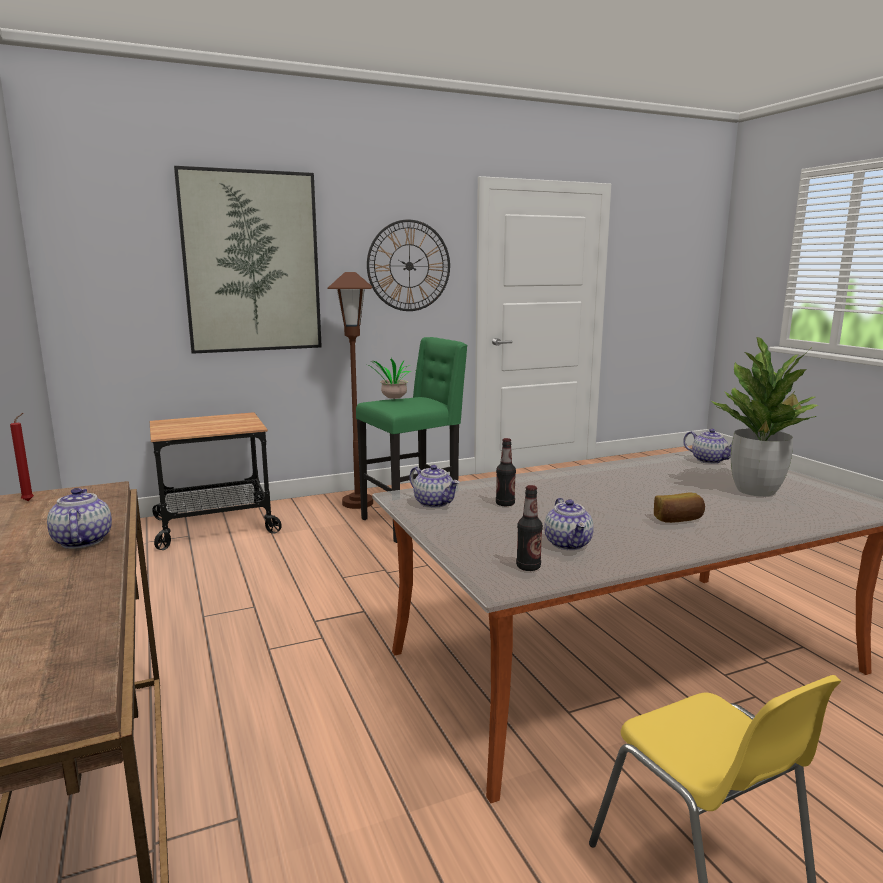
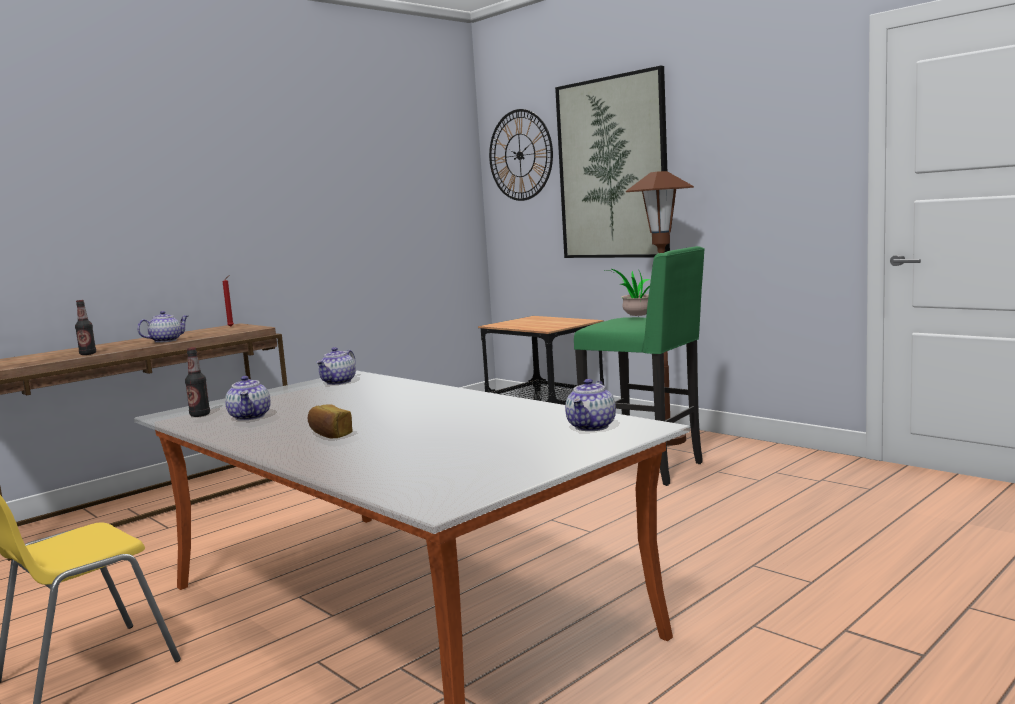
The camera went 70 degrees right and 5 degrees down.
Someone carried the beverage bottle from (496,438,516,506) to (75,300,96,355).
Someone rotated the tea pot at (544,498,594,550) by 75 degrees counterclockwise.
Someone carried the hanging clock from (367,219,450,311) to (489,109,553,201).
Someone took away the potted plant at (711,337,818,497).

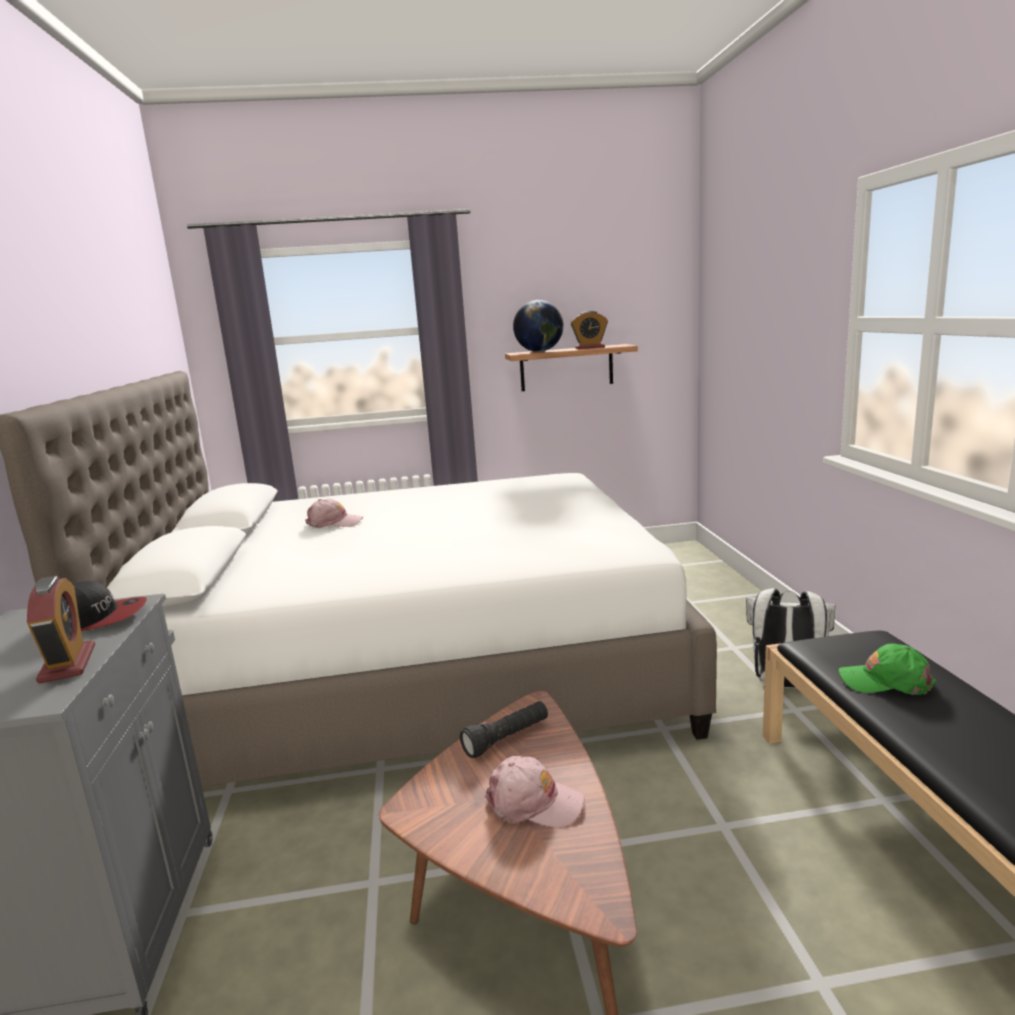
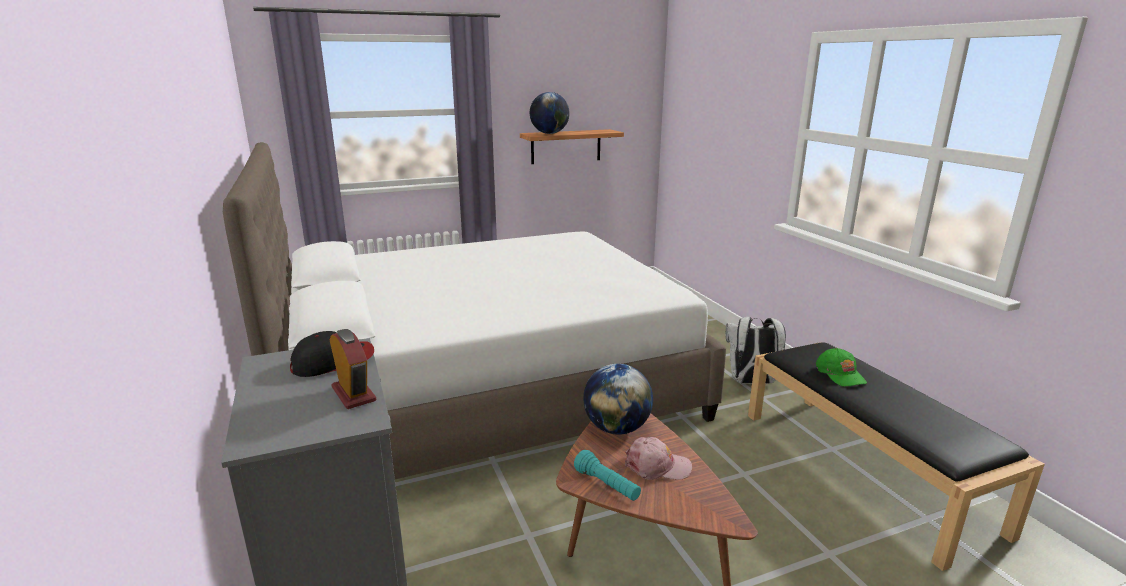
The camera went 15 degrees left and 5 degrees up.
Someone put down the blue-green hand torch at (574,450,641,501).
Someone swapped the blackish hand torch at (460,701,548,758) for the globe at (583,364,653,435).
Someone rotated the greenish baseball cap at (838,644,937,695) by 105 degrees counterclockwise.
Someone took away the pink baseball cap at (305,499,363,528).
Someone took away the alarm clock at (571,311,608,349).

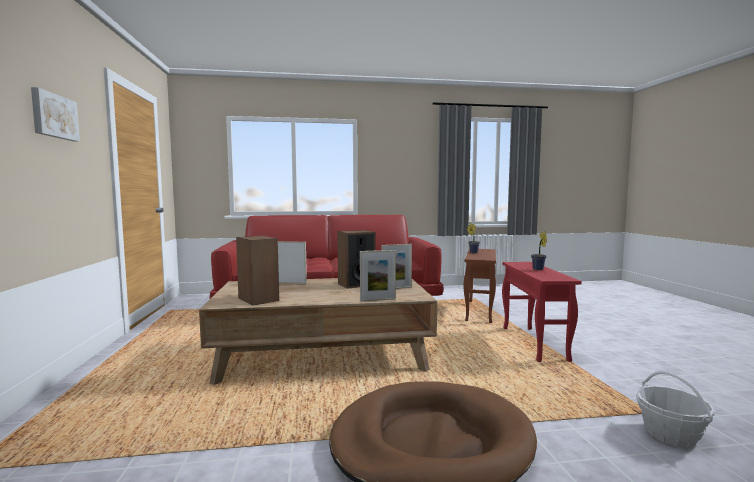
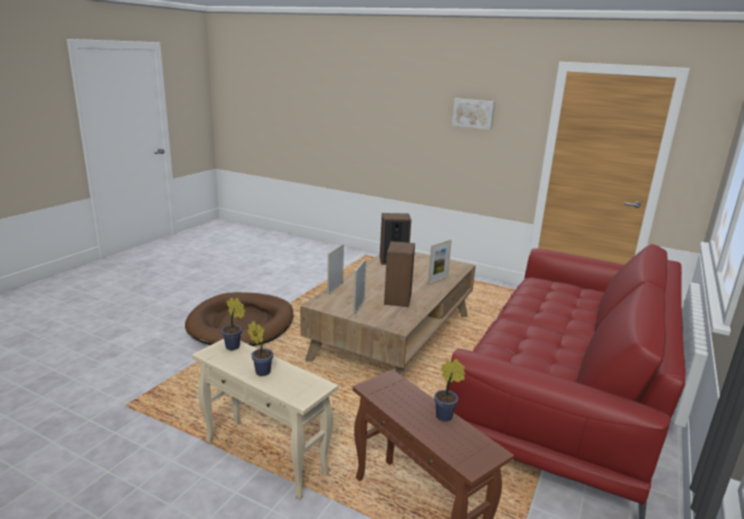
The camera went 125 degrees right and 15 degrees up.
Someone repainted the red accent table at (502,262,582,362), which became the beige-coloured accent table at (192,339,338,499).
Someone put down the potted plant at (221,298,245,350).
Someone took away the household basket at (636,371,715,447).

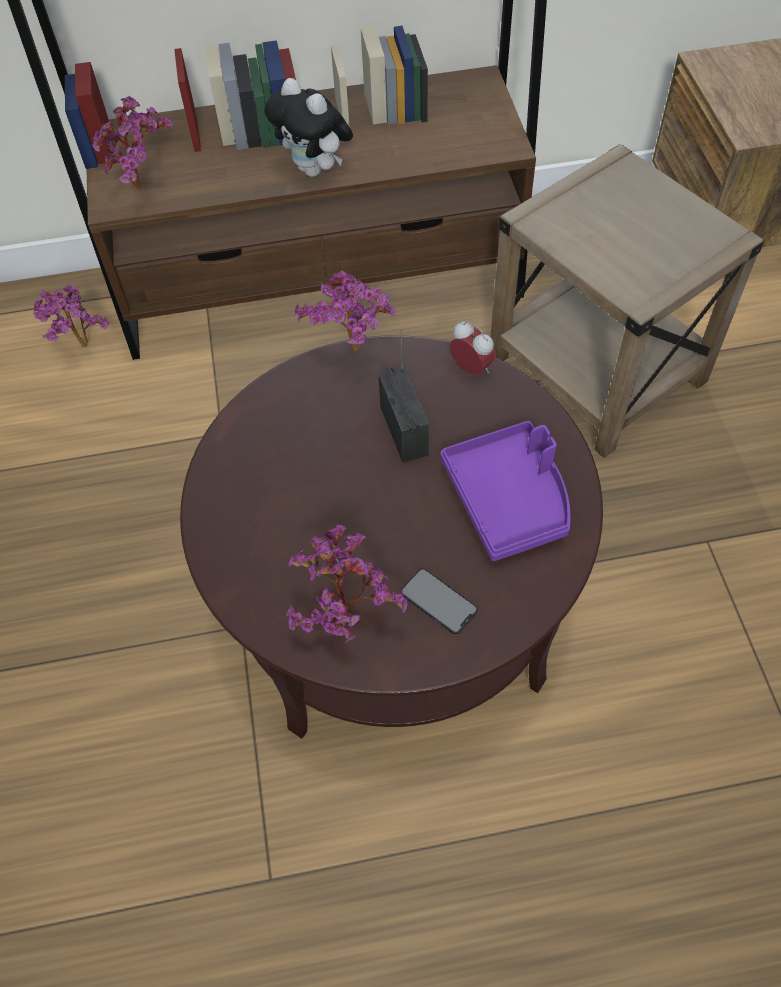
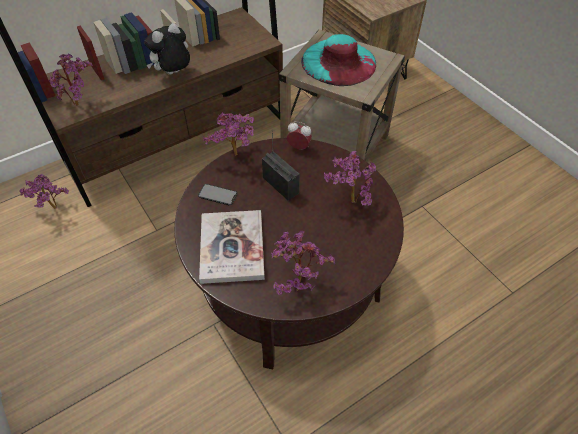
The camera went 25 degrees left and 5 degrees down.
Someone rotated the cuddly toy at (264,78,353,177) by 120 degrees clockwise.
Someone carried the telephone from (401,568,478,634) to (198,184,237,206).
Someone put down the bound book at (199,210,265,284).
Someone put down the blue-green clothing hat at (301,34,376,86).
Someone swapped the purple serving tray at (441,421,570,561) for the potted plant at (324,151,376,206).

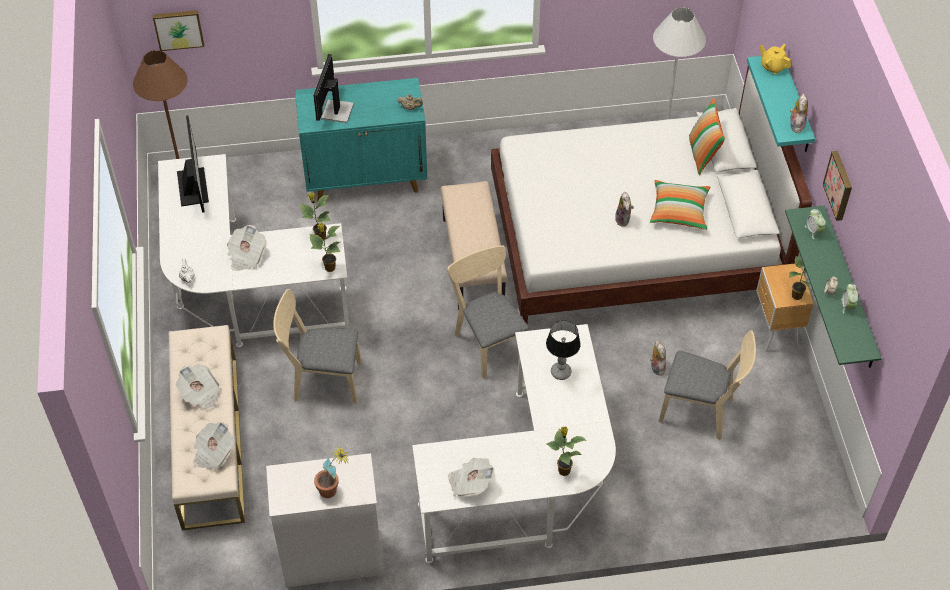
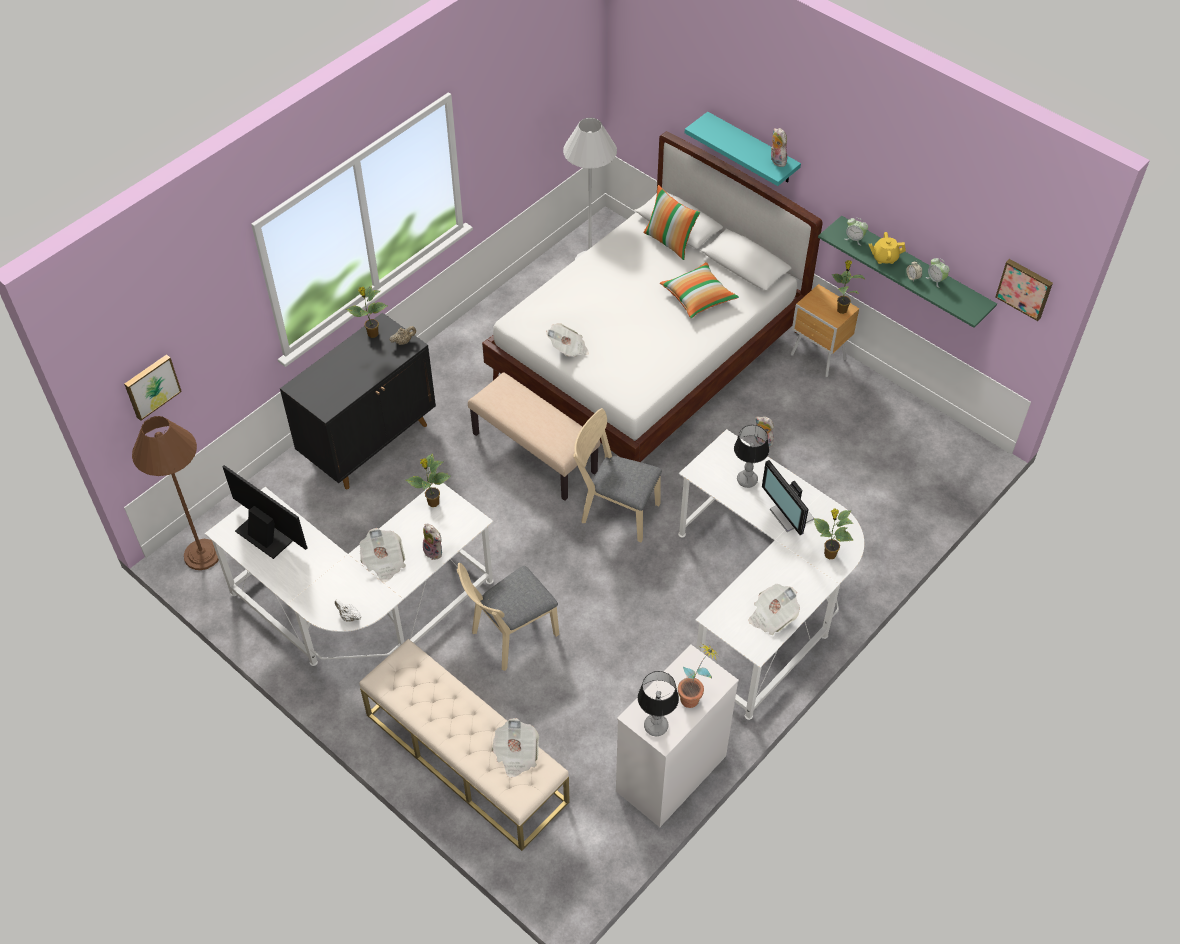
The camera went 40 degrees left and 0 degrees up.
Someone repainted the blue-green cupboard at (295,78,428,200), which became the blackish cupboard at (280,313,436,489).
Someone carried the potted plant from (310,223,340,272) to (346,285,388,338).
Someone carried the cuddly toy from (615,192,634,227) to (423,524,442,560).
Someone carried the printed paper from (176,364,222,410) to (546,323,589,357).
Someone put down the table lamp at (638,671,679,736).
Someone carried the computer display from (313,54,354,123) to (762,460,814,535).
Someone carried the yellow-coloured tea pot from (759,44,791,74) to (869,232,906,264).
Someone carried the picture from (823,151,852,221) to (995,259,1053,321).
Someone took away the beige-coloured upright chair at (659,330,756,440).

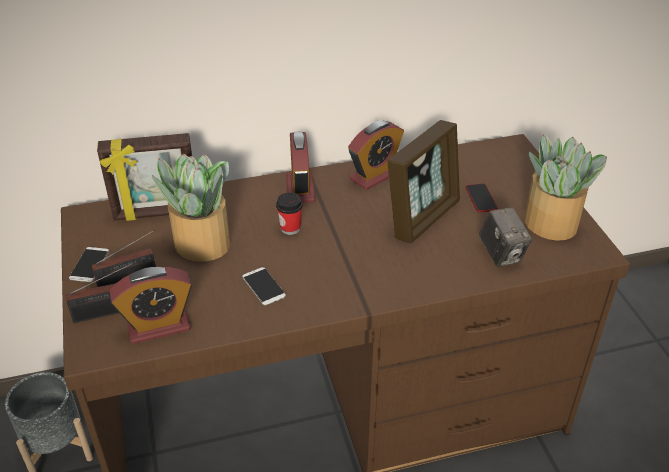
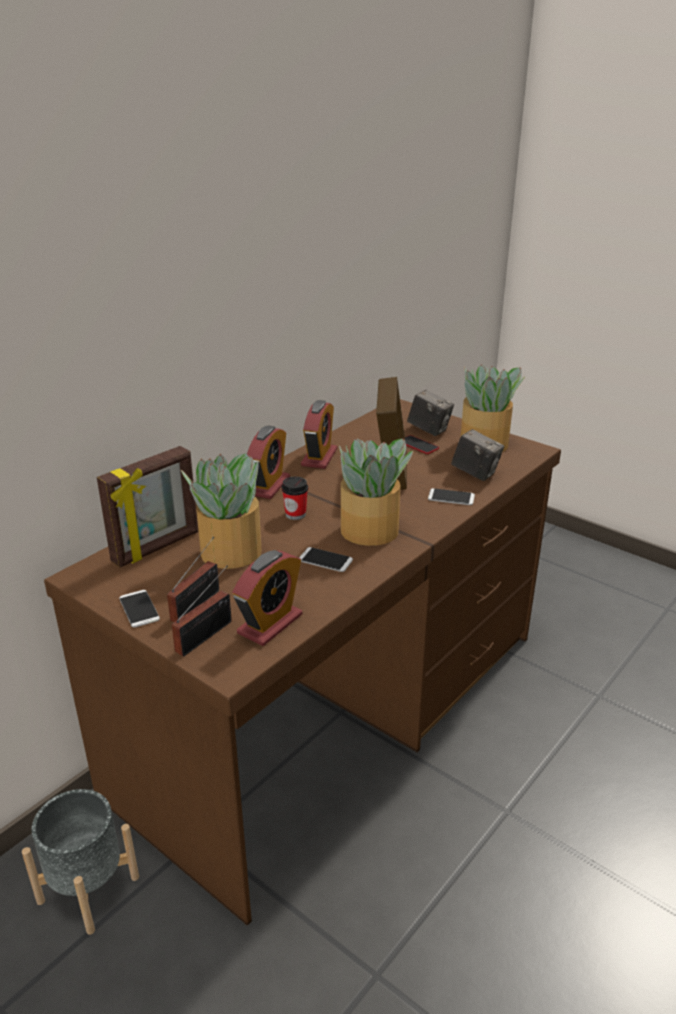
The camera went 35 degrees left and 10 degrees down.
Someone rotated the alarm clock at (286,131,315,203) by 60 degrees clockwise.
Someone put down the potted plant at (339,438,414,546).
Someone put down the photo camera at (407,390,454,436).
Someone put down the telephone at (428,488,475,505).

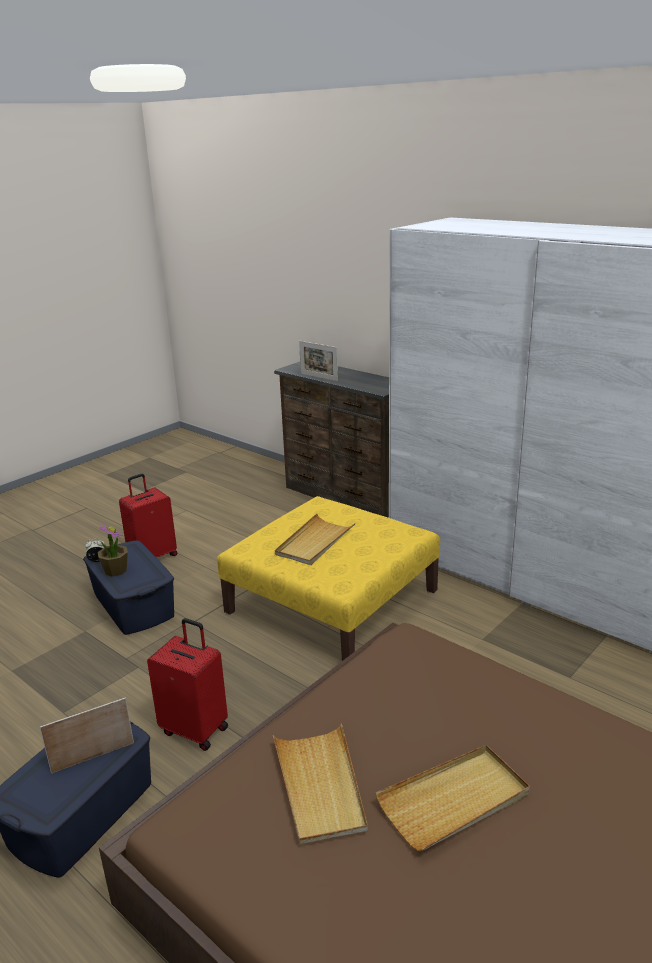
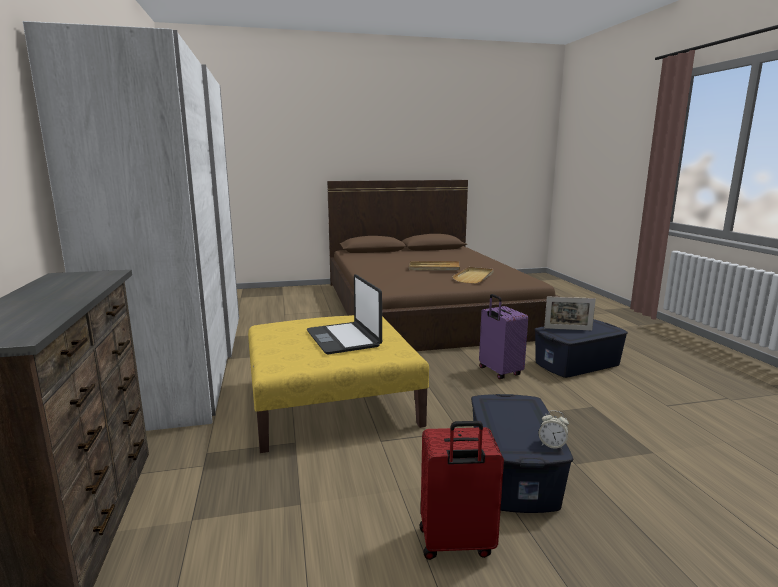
The camera went 145 degrees left and 10 degrees down.
Someone swapped the beige-coloured serving tray at (275,514,355,565) for the laptop at (307,274,382,354).
Someone repainted the red piece of luggage at (147,618,228,751), which became the purple piece of luggage at (479,294,528,379).
Someone took away the potted plant at (97,523,128,577).
Someone took away the photo frame at (299,341,338,381).

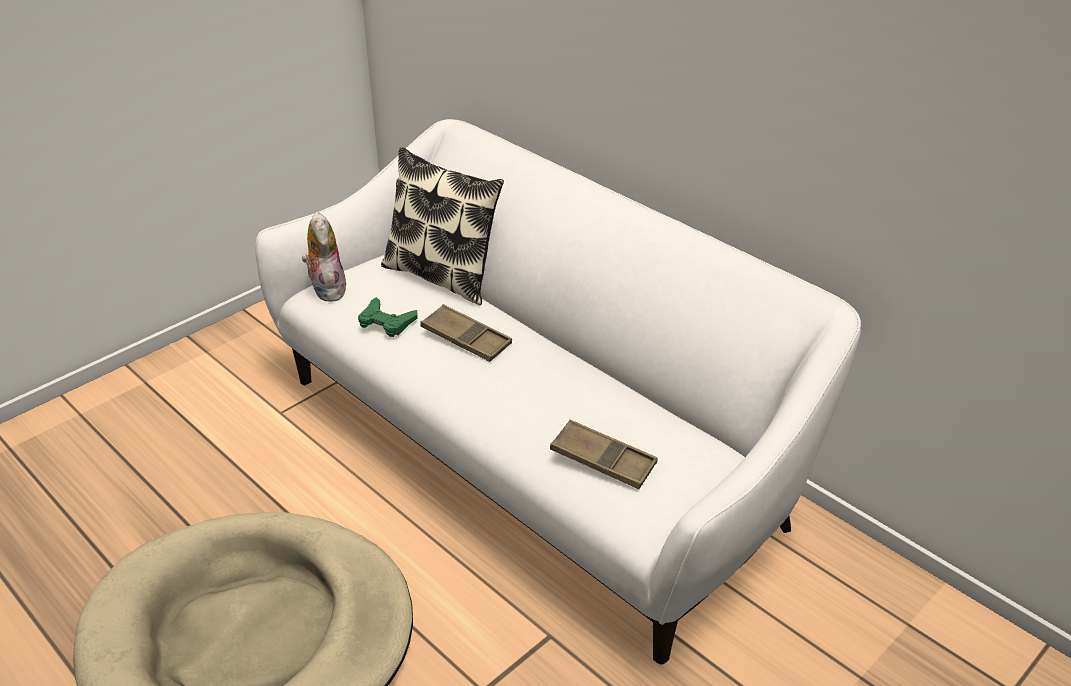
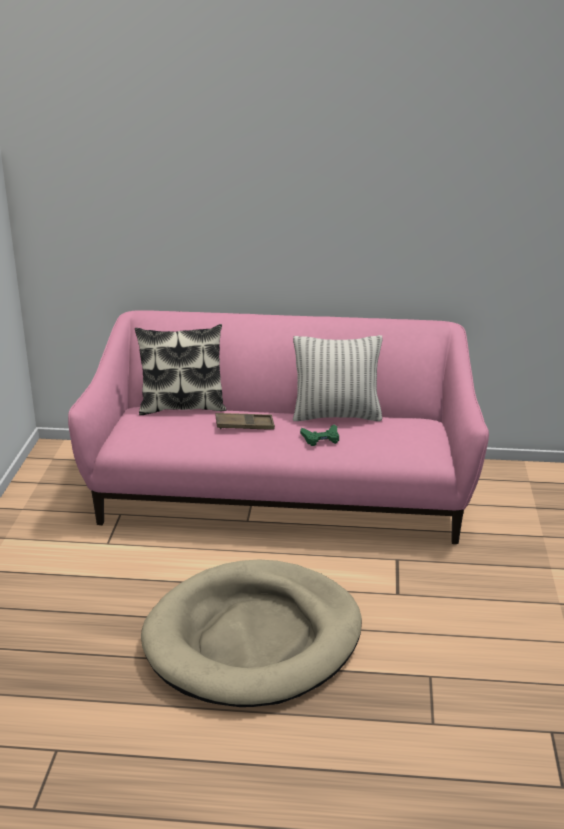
The camera went 40 degrees left and 10 degrees down.
Someone repainted the whitish couch at (255,119,861,665), which became the pink couch at (68,310,489,544).
Someone put down the cushion at (293,335,382,421).
Someone carried the greenish game controller from (358,297,418,337) to (300,424,339,446).
Someone took away the cuddly toy at (301,211,346,302).
Someone took away the brownish serving tray at (550,419,658,489).

